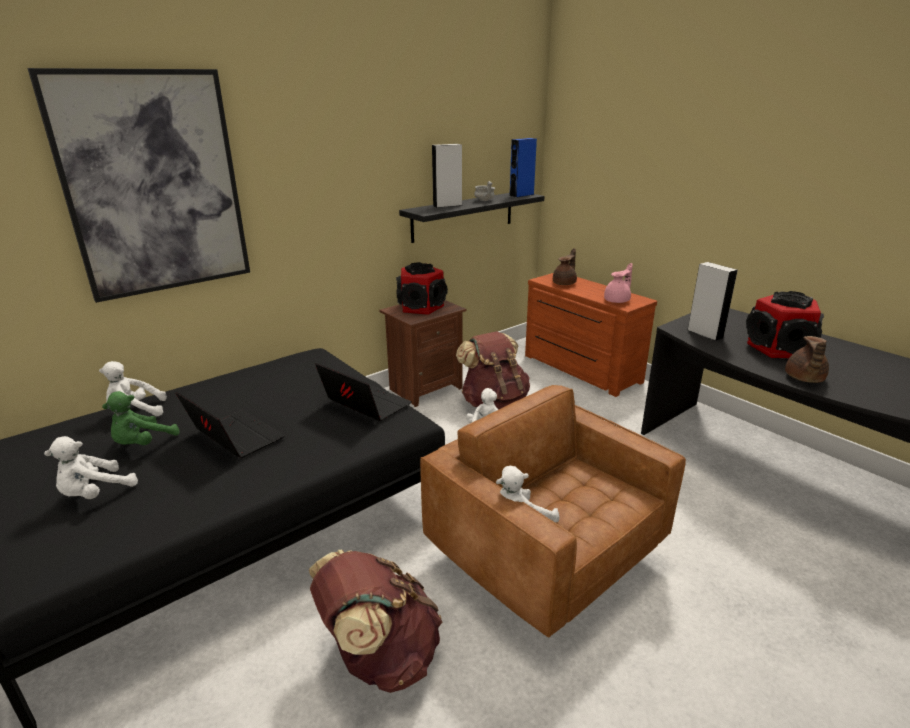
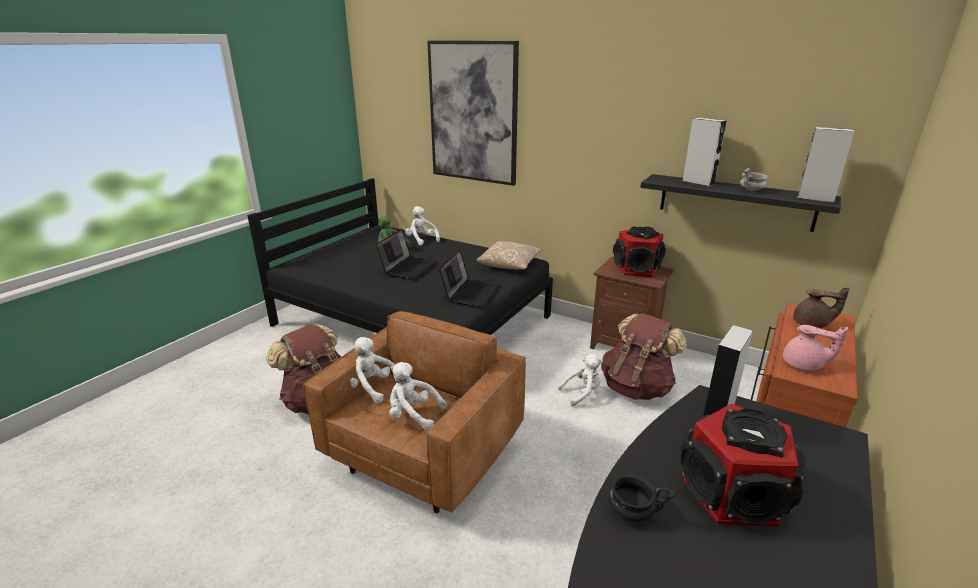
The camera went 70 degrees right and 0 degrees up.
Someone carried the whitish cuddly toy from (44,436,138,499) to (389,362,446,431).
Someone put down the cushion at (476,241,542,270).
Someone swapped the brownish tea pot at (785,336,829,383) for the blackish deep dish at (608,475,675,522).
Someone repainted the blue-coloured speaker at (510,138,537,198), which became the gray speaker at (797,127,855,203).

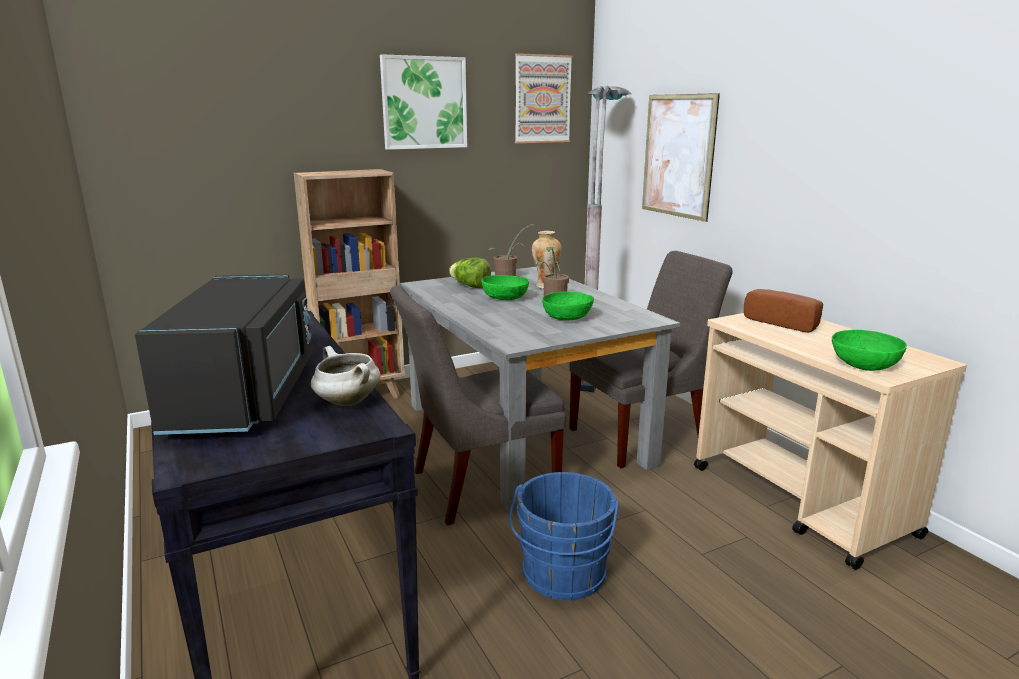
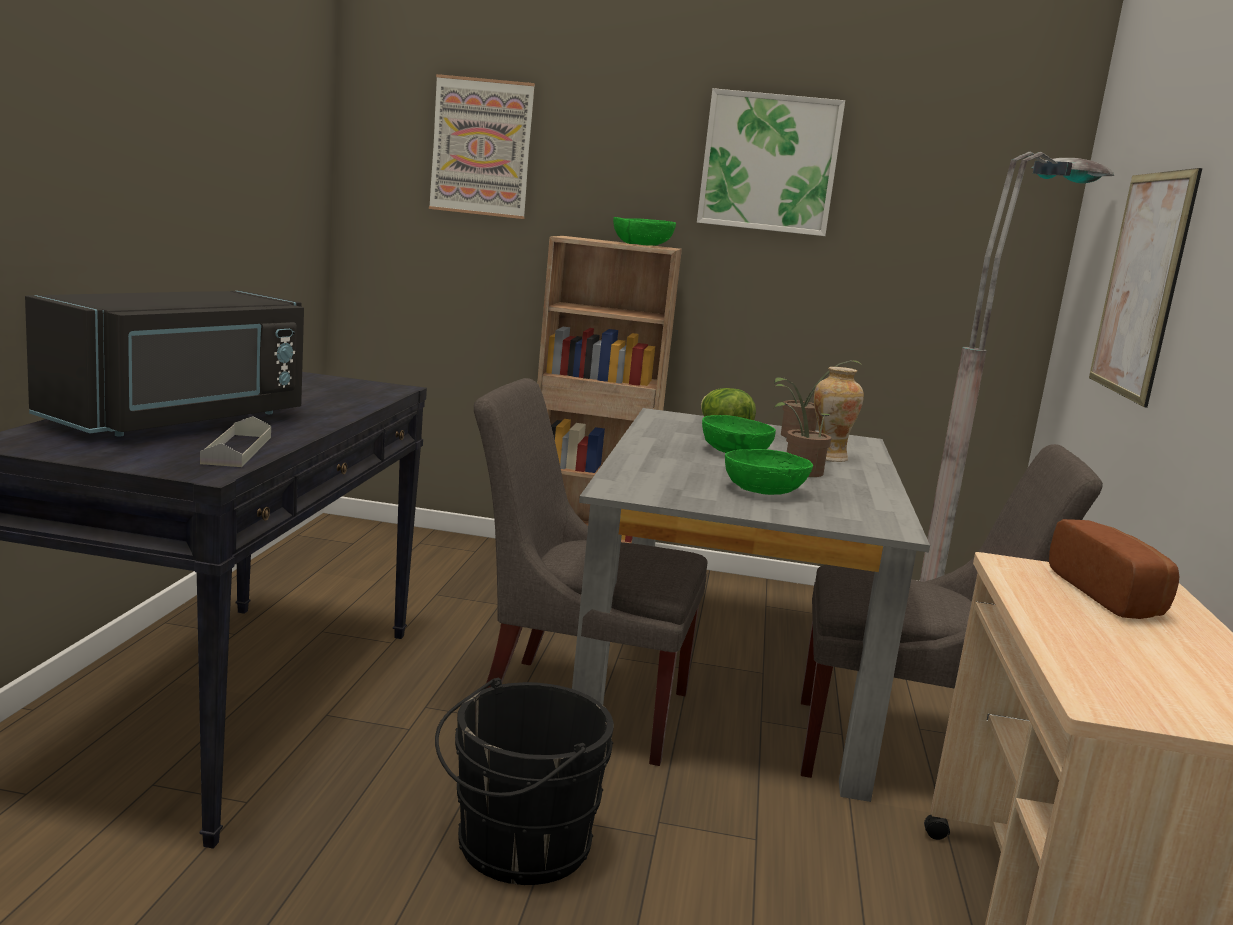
The camera went 35 degrees right and 5 degrees down.
Someone swapped the whitish stockpot at (311,346,381,406) for the gray serving tray at (200,416,271,467).
Someone carried the picture from (515,53,572,143) to (429,74,535,219).
Someone repainted the blue-coloured pail at (509,472,619,601), which became the blackish pail at (435,677,614,885).
Someone carried the greenish deep dish from (832,330,907,371) to (613,217,676,246).

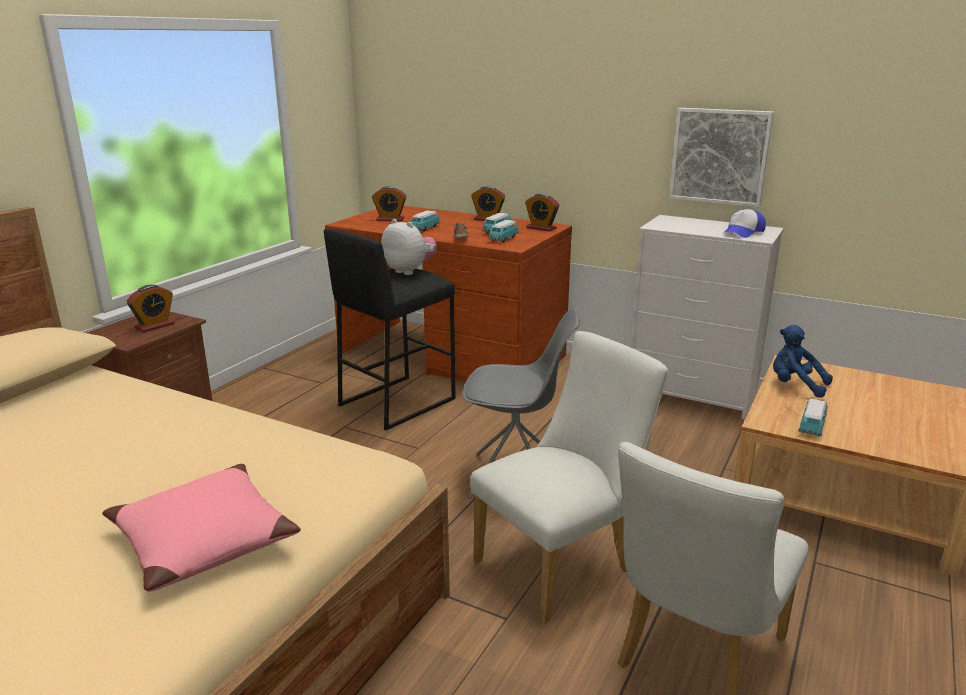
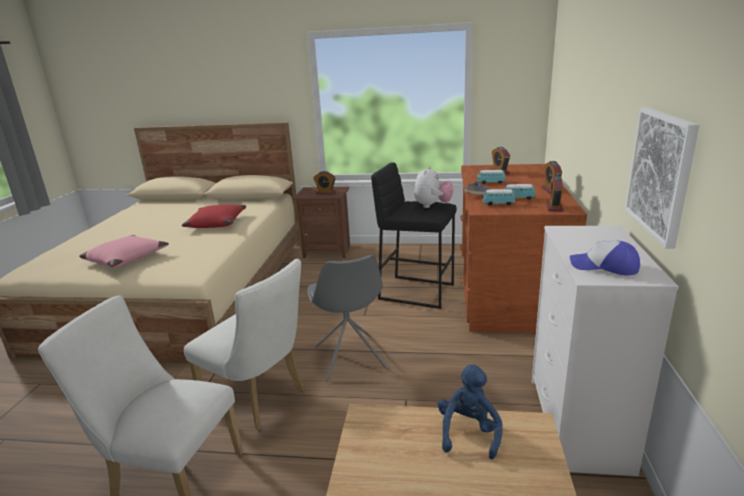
The camera went 70 degrees right and 0 degrees up.
Someone put down the red cushion at (182,204,246,228).
Someone took away the model car at (798,398,828,436).

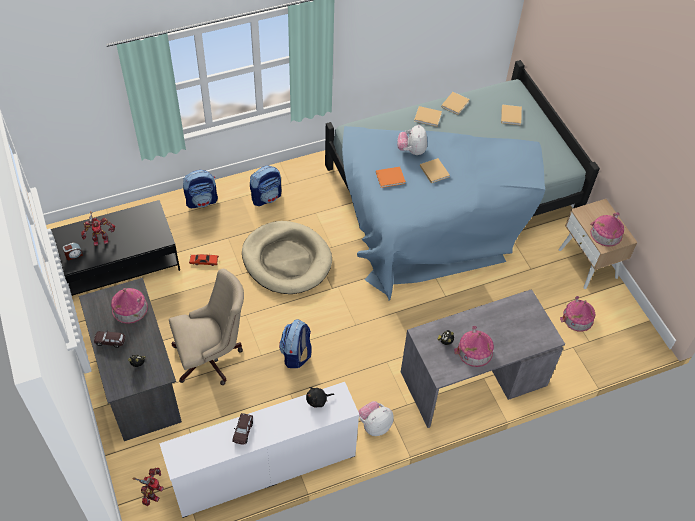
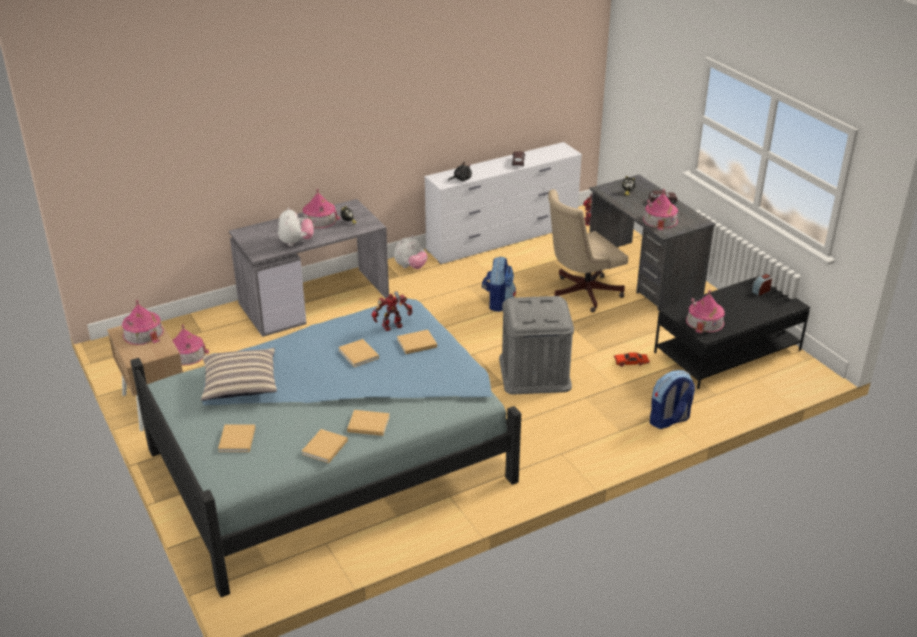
The camera went 175 degrees right and 20 degrees down.
Someone put down the cushion at (201,348,277,401).
Someone carried the cuddly toy from (397,125,427,155) to (278,207,314,246).
Someone carried the robot figure from (81,211,115,246) to (371,291,413,331).
Someone repainted the orange bound book at (376,167,406,188), which became the beige-coloured bound book at (397,330,437,354).
Someone swapped the beige-coloured dog bed at (242,221,332,294) for the gray storage bin at (499,296,574,394).
Someone put down the toy house at (686,290,725,334).
Someone took away the knapsack at (250,166,281,206).

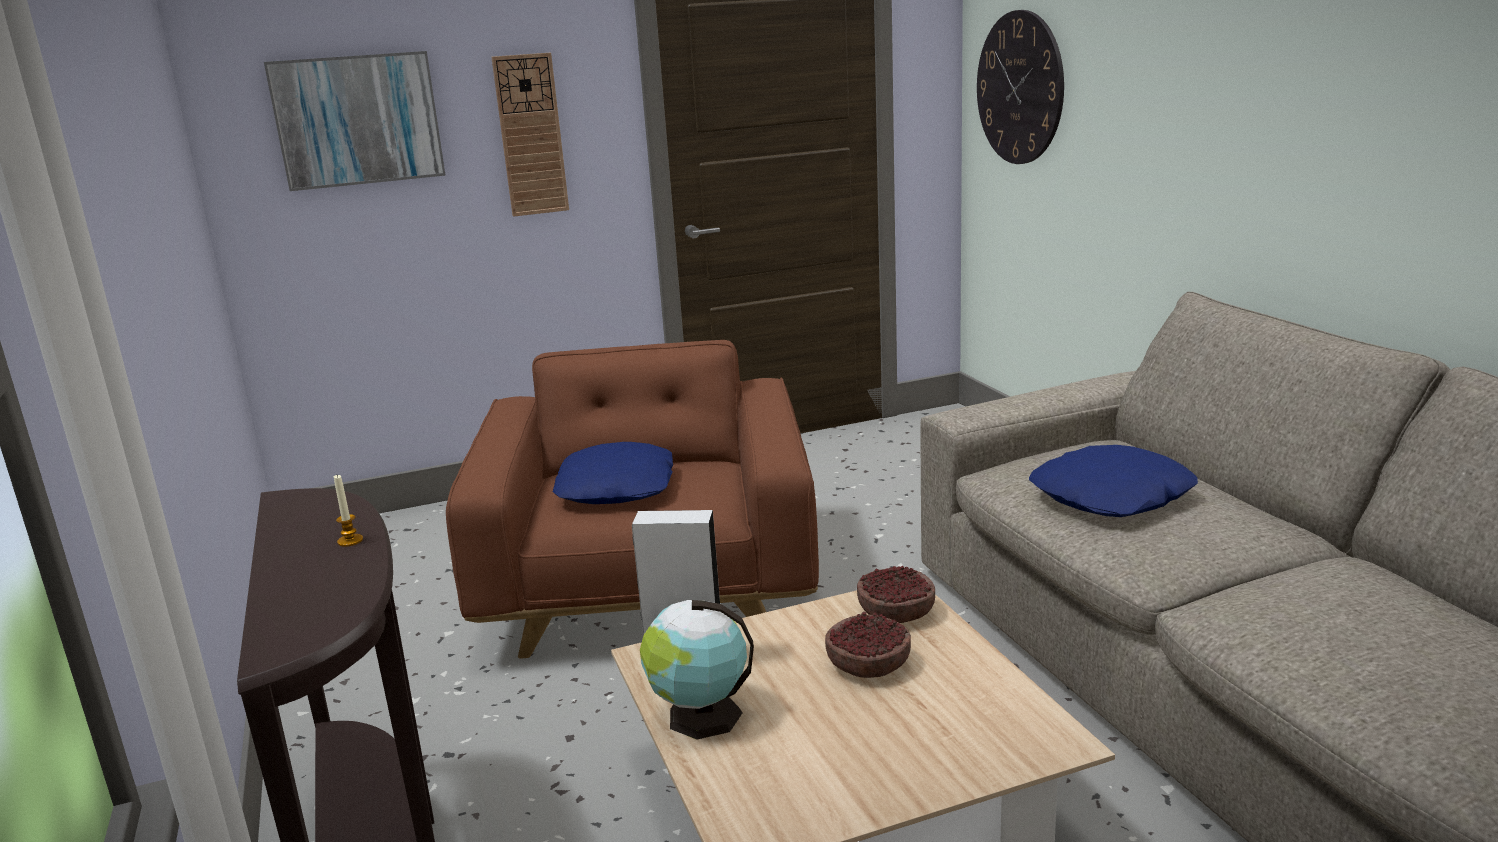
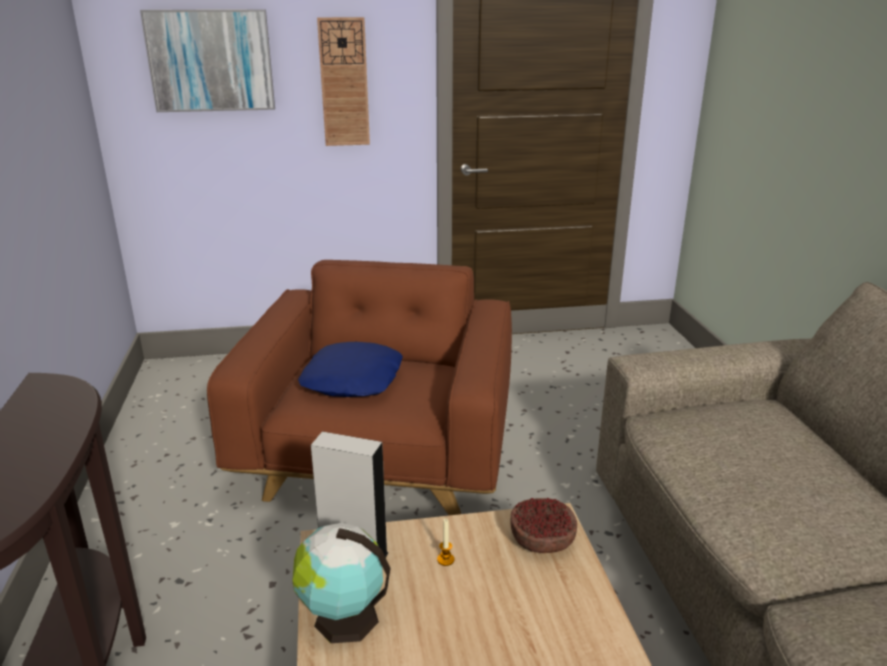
The camera went 10 degrees right and 5 degrees up.
Someone carried the candle from (334,475,363,547) to (437,519,454,566).
Someone took away the deep dish at (825,611,911,678).
Someone took away the hanging clock at (977,10,1064,164).
Someone took away the blue-coloured cushion at (1029,445,1198,517).

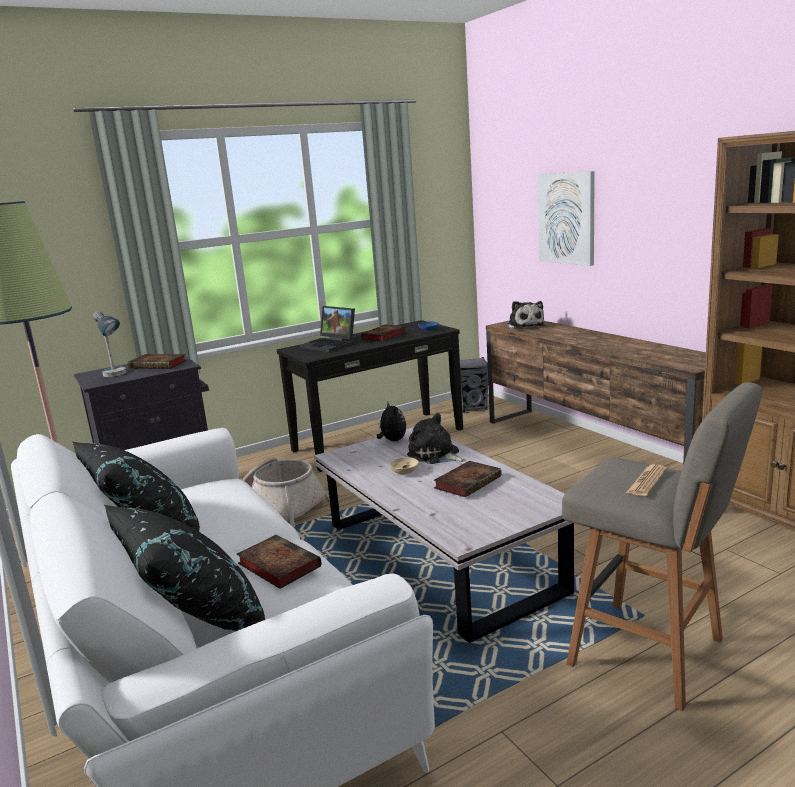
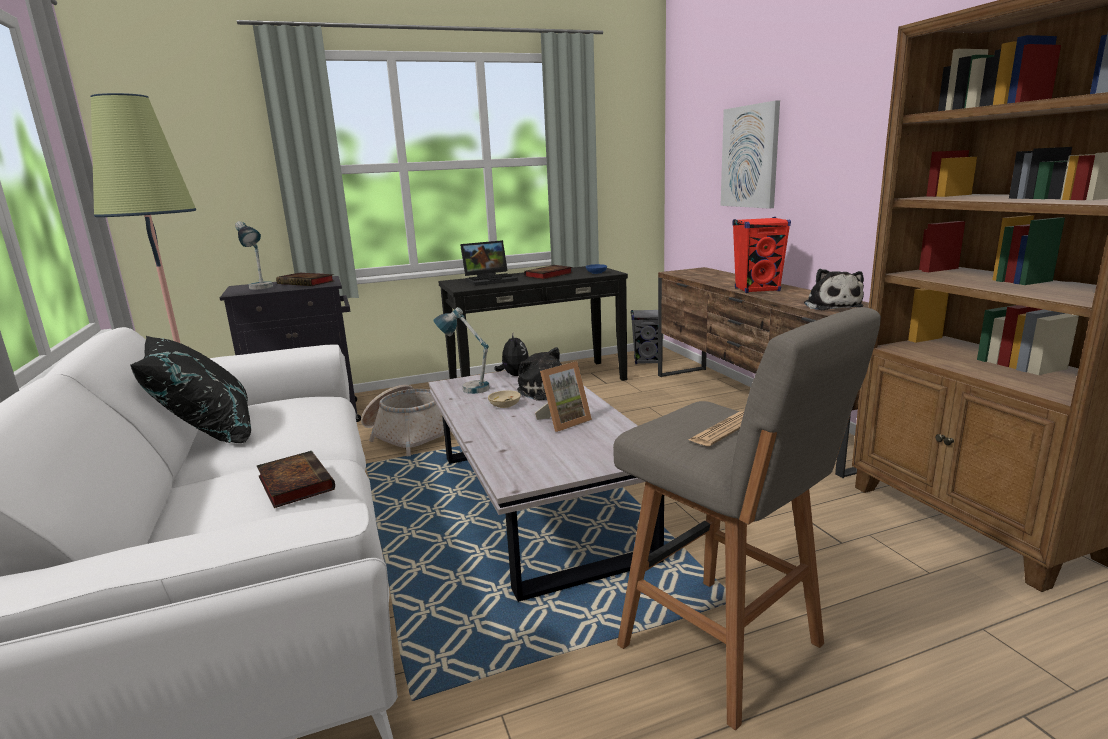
The camera went 10 degrees right and 0 degrees up.
Someone put down the table lamp at (434,307,489,394).
Someone rotated the laptop at (299,306,355,352) by 75 degrees counterclockwise.
Someone swapped the bound book at (434,461,501,497) for the photo frame at (535,361,592,432).
Someone put down the red speaker at (732,217,791,293).
Someone carried the cuddly toy from (506,301,544,330) to (804,269,864,310).
Someone took away the blackish cushion at (104,505,265,631).

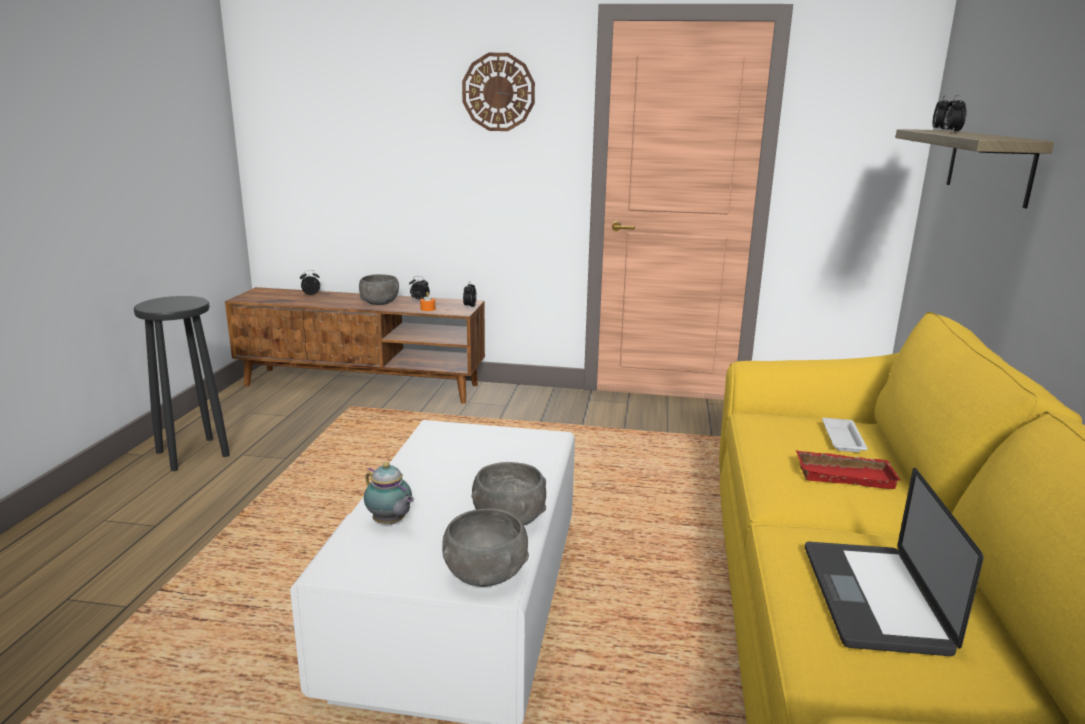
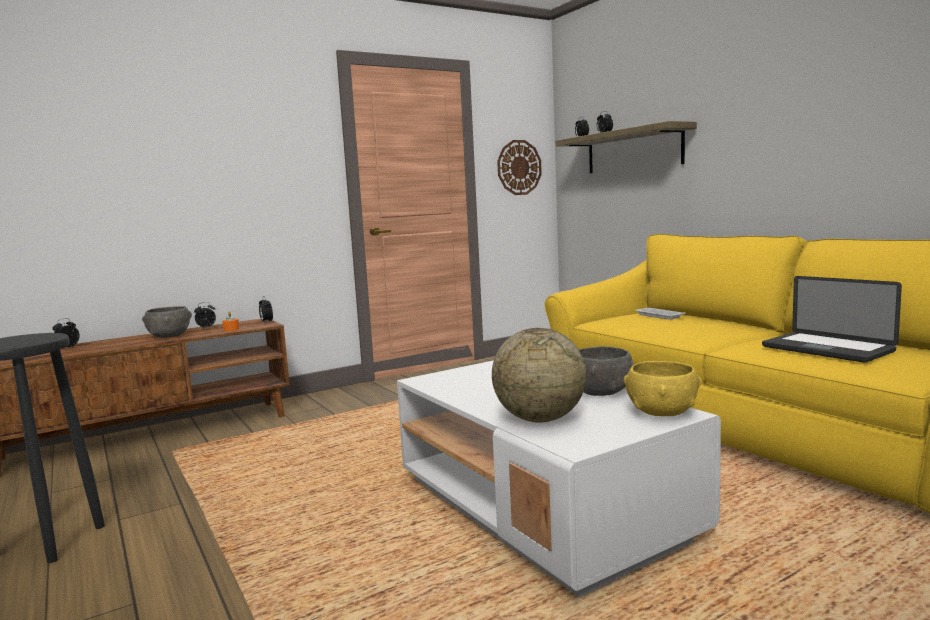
The camera went 40 degrees left and 10 degrees down.
Someone swapped the tea pot at (364,462,414,524) for the globe at (492,328,586,423).
Someone carried the hanging clock from (462,53,535,131) to (497,140,542,195).
Someone repainted the gray deep dish at (442,508,529,587), which became the yellow-coloured deep dish at (624,361,702,416).
Someone took away the red serving tray at (796,450,901,489).

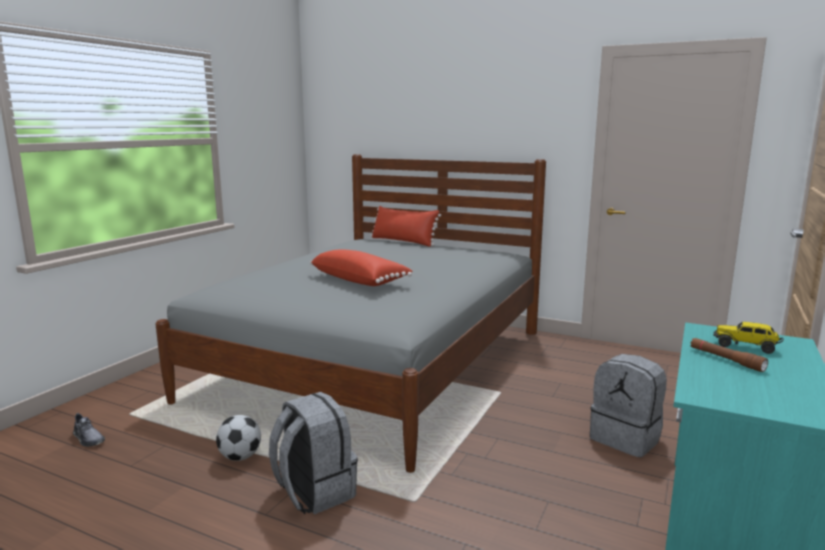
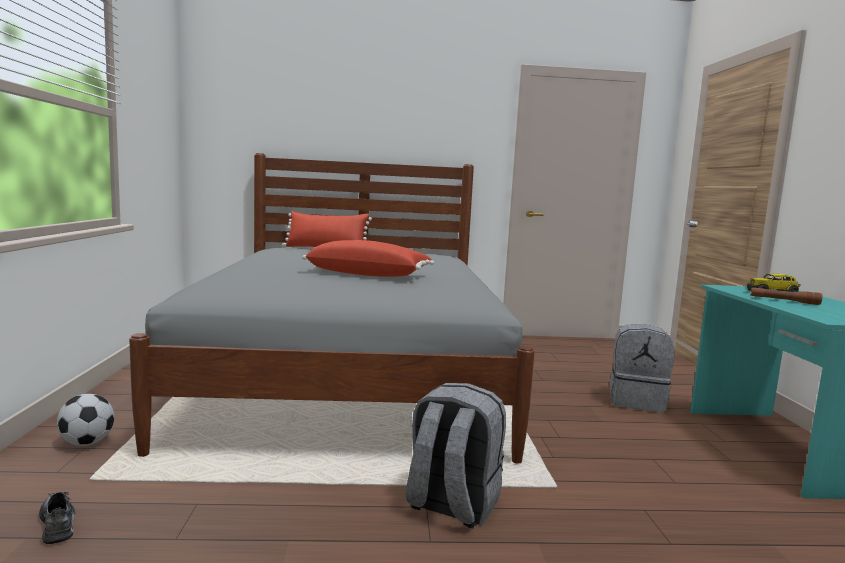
The camera went 30 degrees left and 5 degrees down.
Someone rotated the gray shoe at (73,413,105,447) by 135 degrees counterclockwise.
Someone carried the football ball from (216,415,261,461) to (57,394,114,446).

